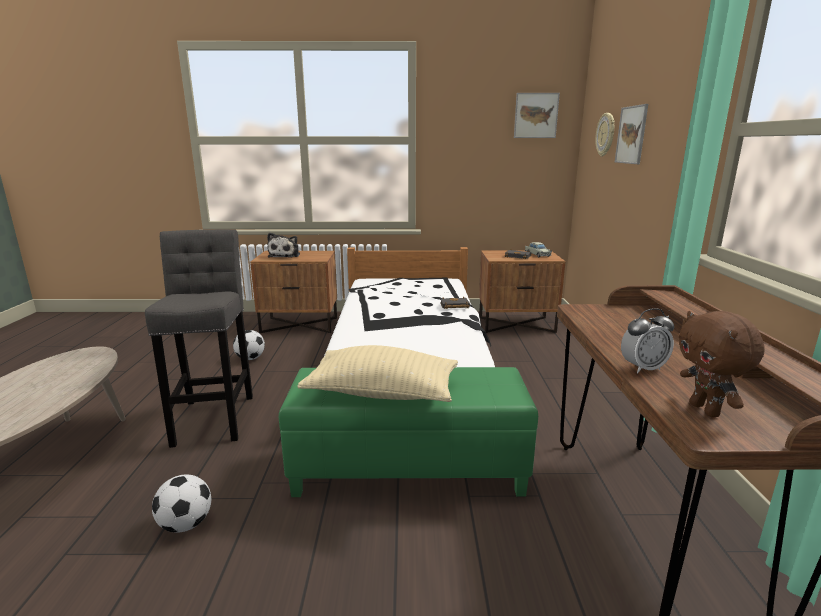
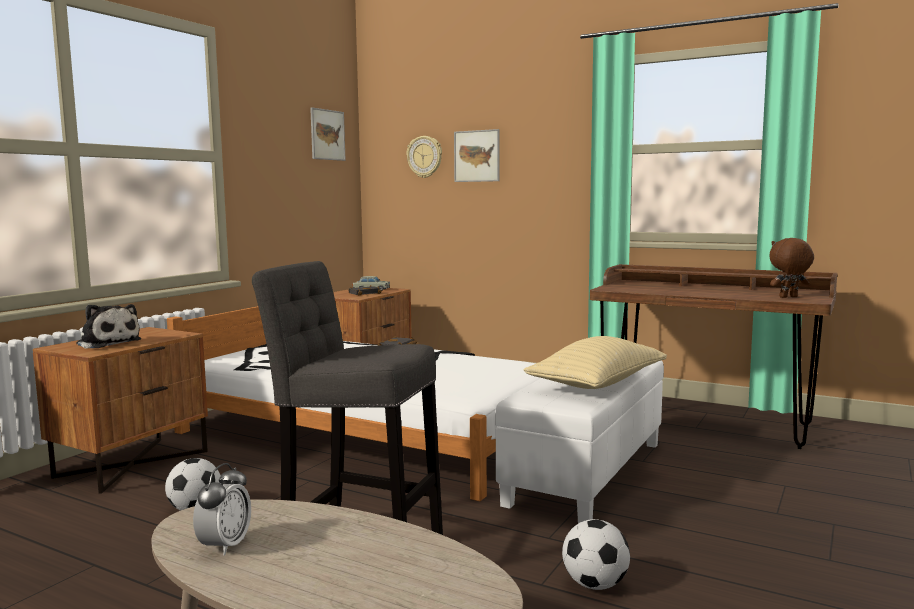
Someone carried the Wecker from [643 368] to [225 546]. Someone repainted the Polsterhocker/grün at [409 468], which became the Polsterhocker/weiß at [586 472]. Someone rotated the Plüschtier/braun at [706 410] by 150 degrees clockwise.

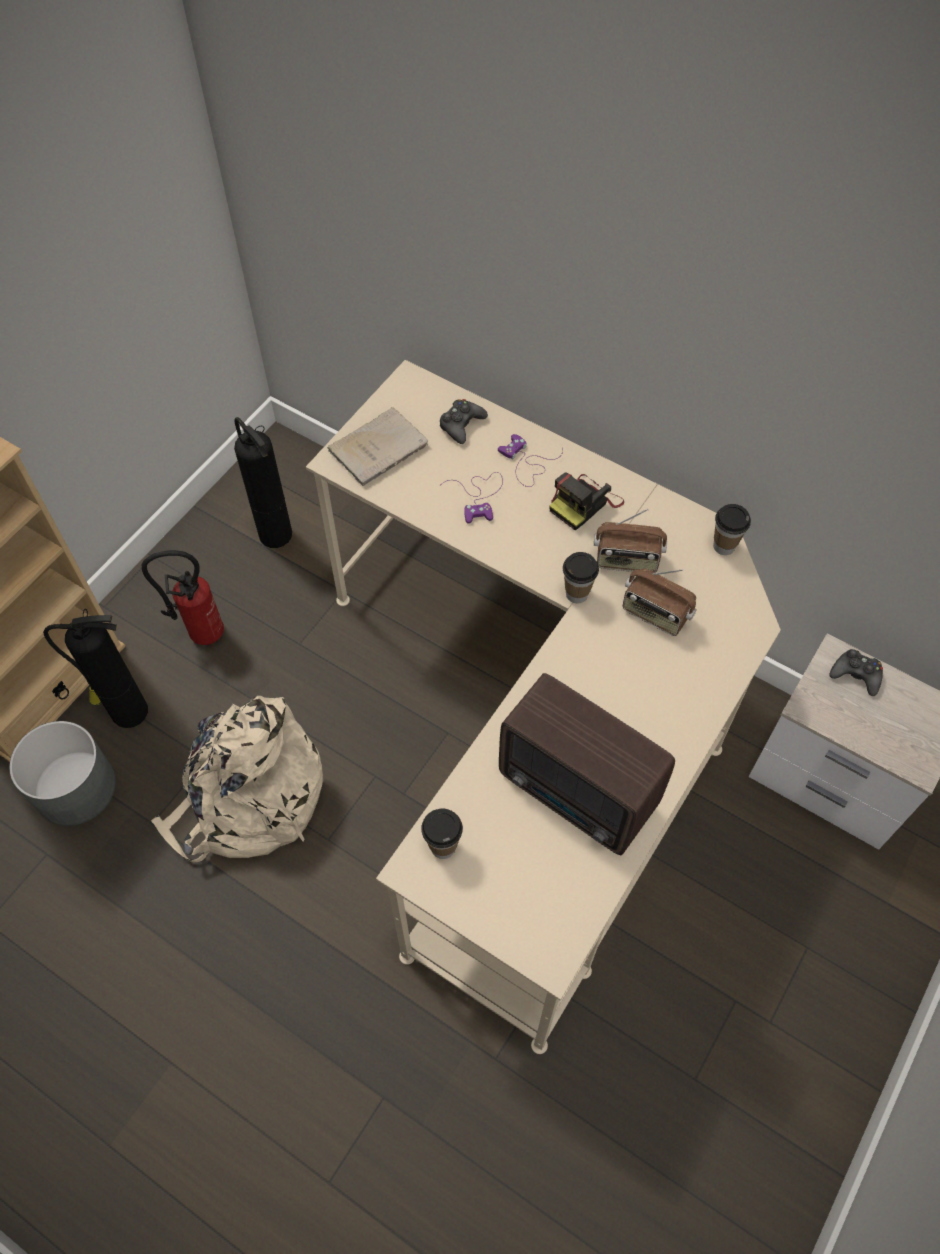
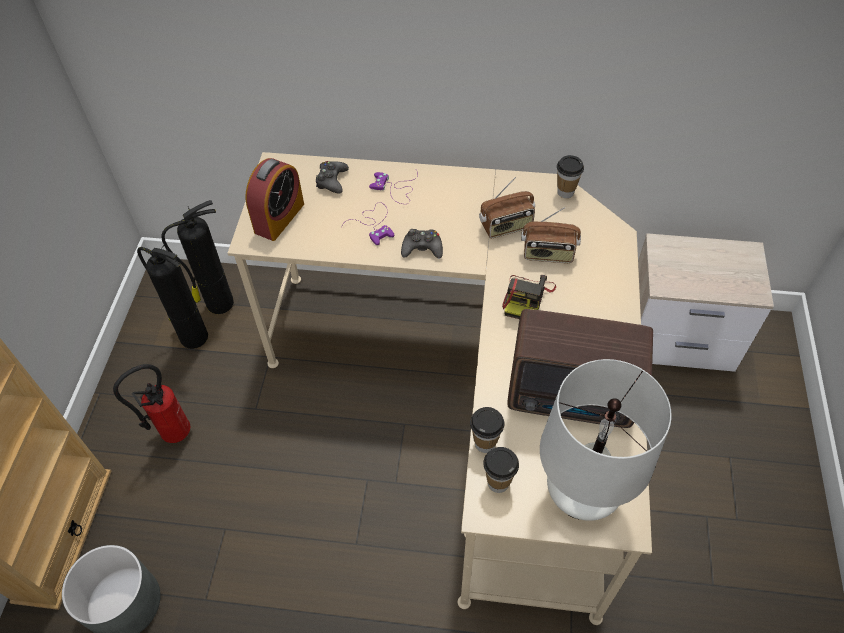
Someone carried the Feuerlöscher from [127 711] to [218 304]. Someone swapped the Buch/beige at [380 447] for the Wecker at [279 218]. Someone carried the Gamepad/schwarz from [856 674] to [422 248]. Someone carried the Tasse from [576 594] to [485 443]. Someone carried the Kamera from [585 503] to [527 298]. Someone put down the Tischlampe/weiß at [581 494]. Someone took away the Rucksack/beige at [248 800].

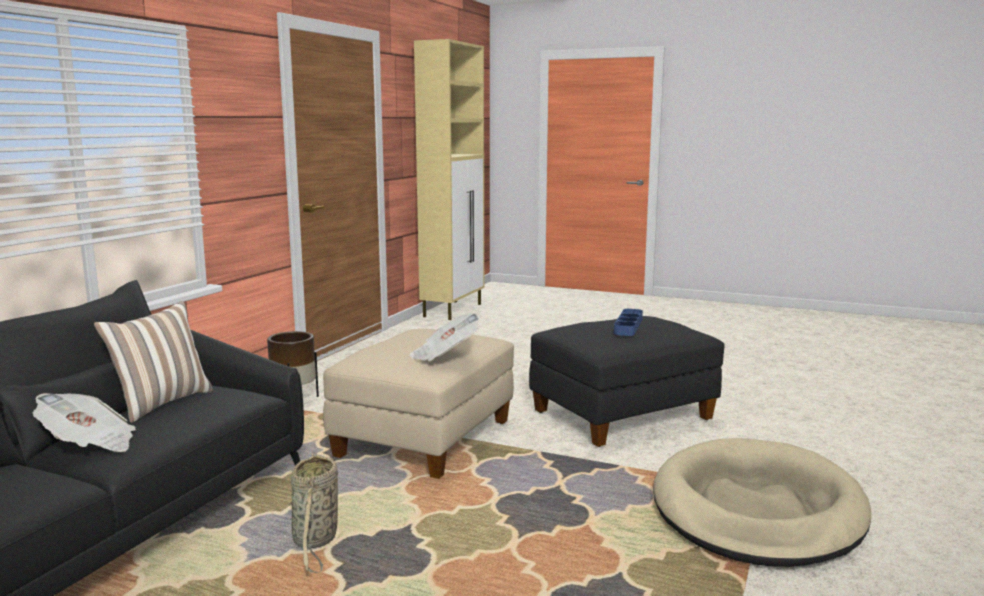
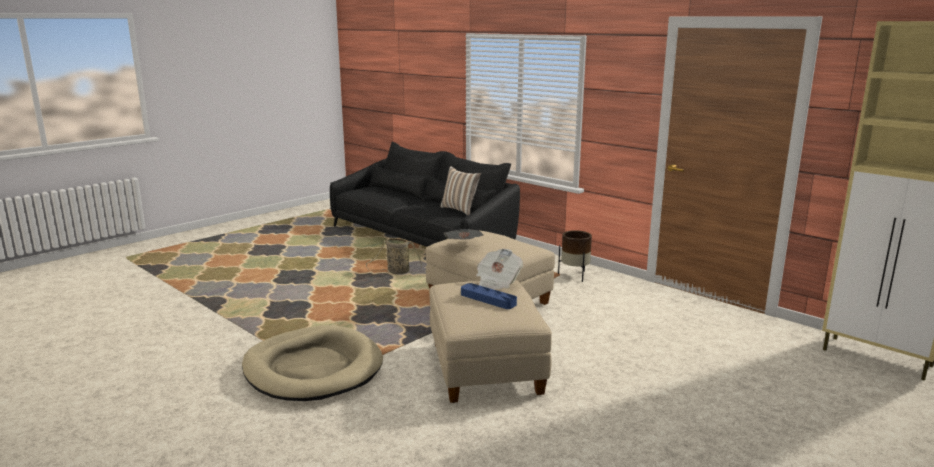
Someone repainted the Polsterhocker/schwarz at [622 415], which became the Polsterhocker/beige at [486 369]. Someone carried the Zeitung from [90 445] to [497 282].

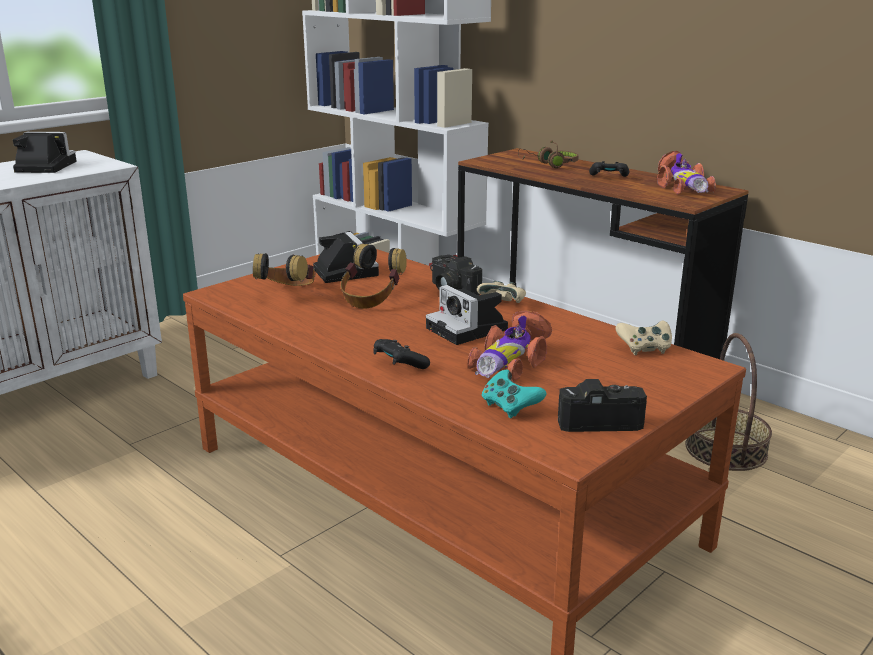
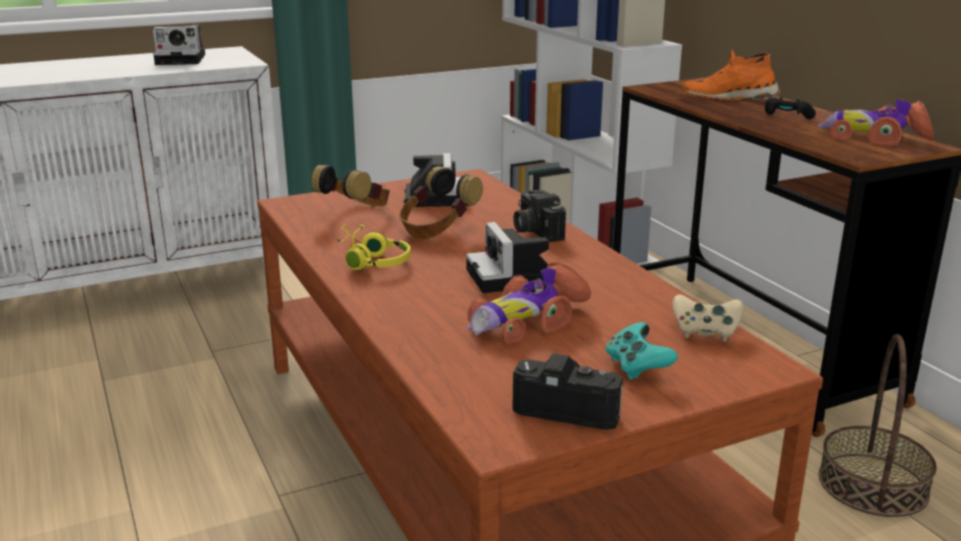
Someone rotated the Kamera at [43 167] by 150 degrees clockwise. Someone put down the Kopfhörer/gelb at [370 261]. Someone carried the Gamepad/türkis from [510 407] to [637 367]. Someone swapped the Kopfhörer/braun at [550 164] for the Schuh/orange at [729 98]. Someone rotated the Spielzeugauto at [683 187] by 105 degrees clockwise. Someone took away the Gamepad/schwarz at [399 364]. Someone took away the Gamepad/beige at [503 303].

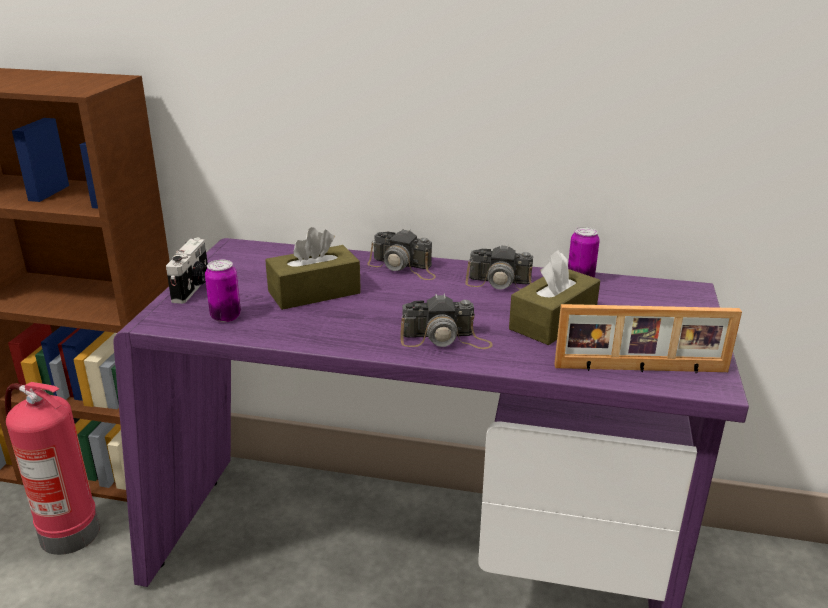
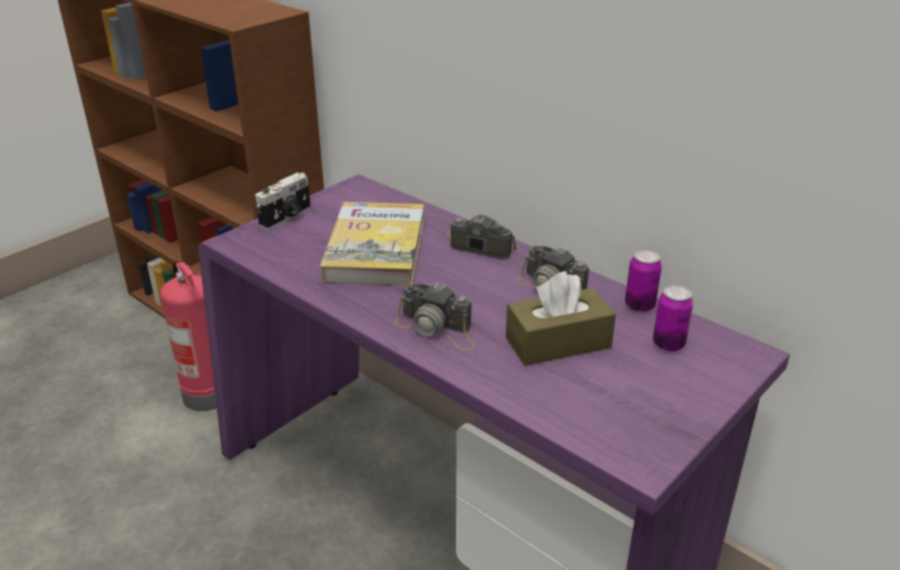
Someone swapped the Taschentuchbox/braun at [314 292] for the Buch at [375 248]. Someone rotated the Kamera at [403 267] by 150 degrees clockwise. Someone carried the Dose from [225 317] to [668 344]. Someone took away the Bilderrahmen at [641 369].

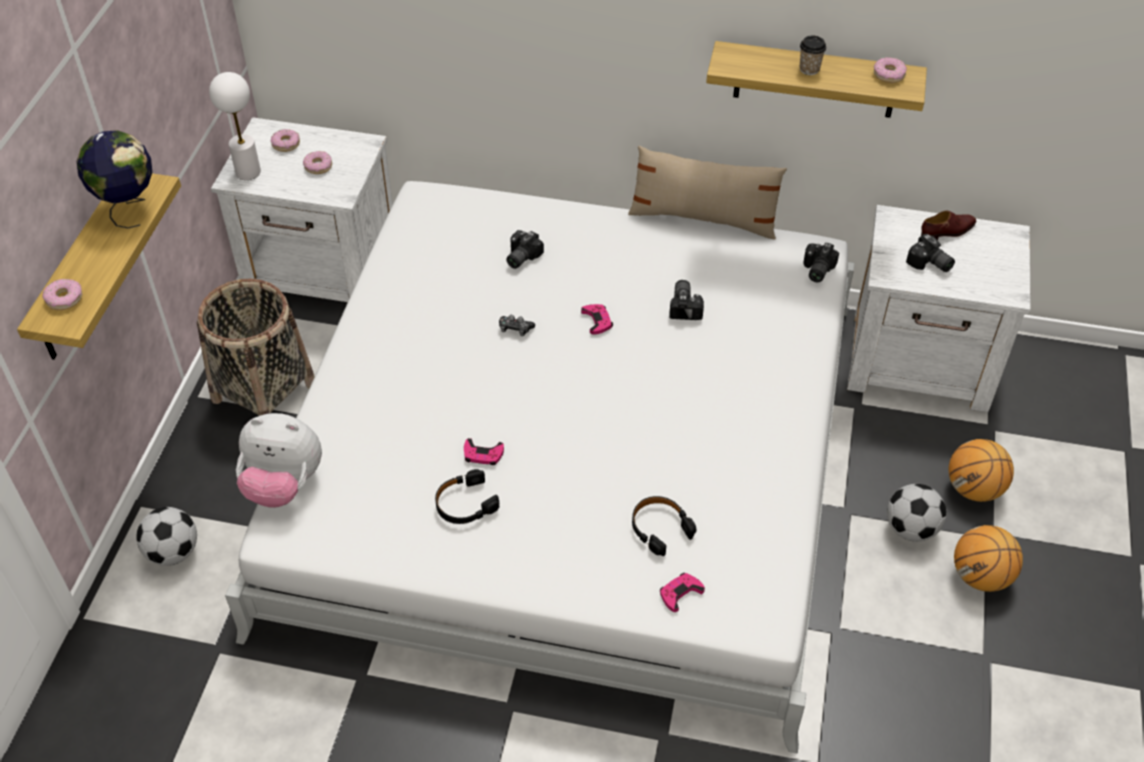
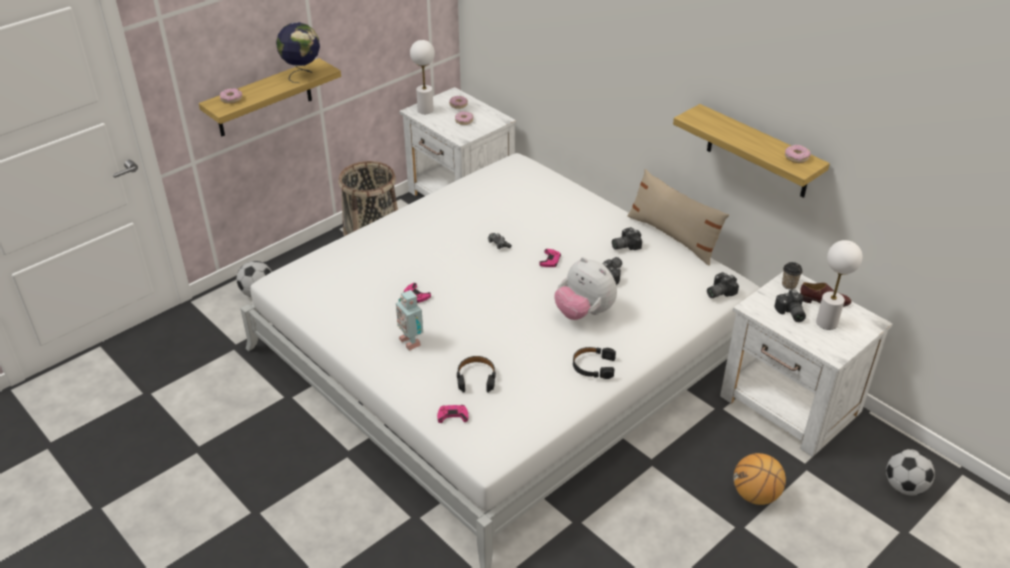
Someone put down the Spielzeugroboter at [411 341]. Someone carried the Plüschtier from [283 485] to [584 313]. Someone carried the Kopfhörer/schwarz from [465 504] to [593 366]. Someone carried the Kamera from [520 257] to [624 245]. Someone carried the Tasse from [809 69] to [789 285]. Someone put down the Tischlampe/weiß at [827 323]. Someone carried the Fußball from [911 528] to [905 487]. Someone took away the Basketball at [981 576].

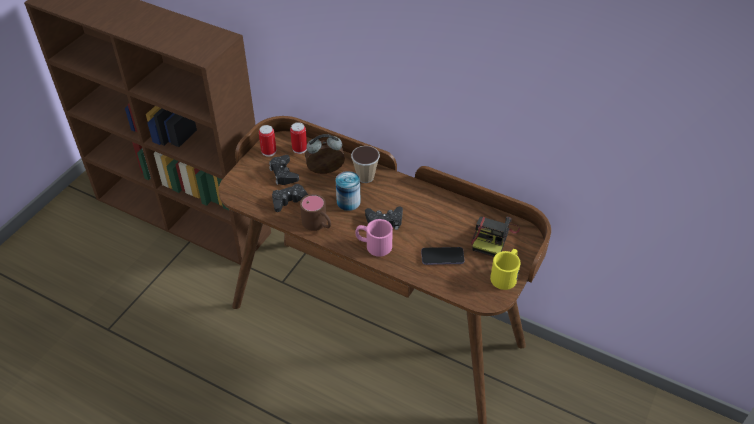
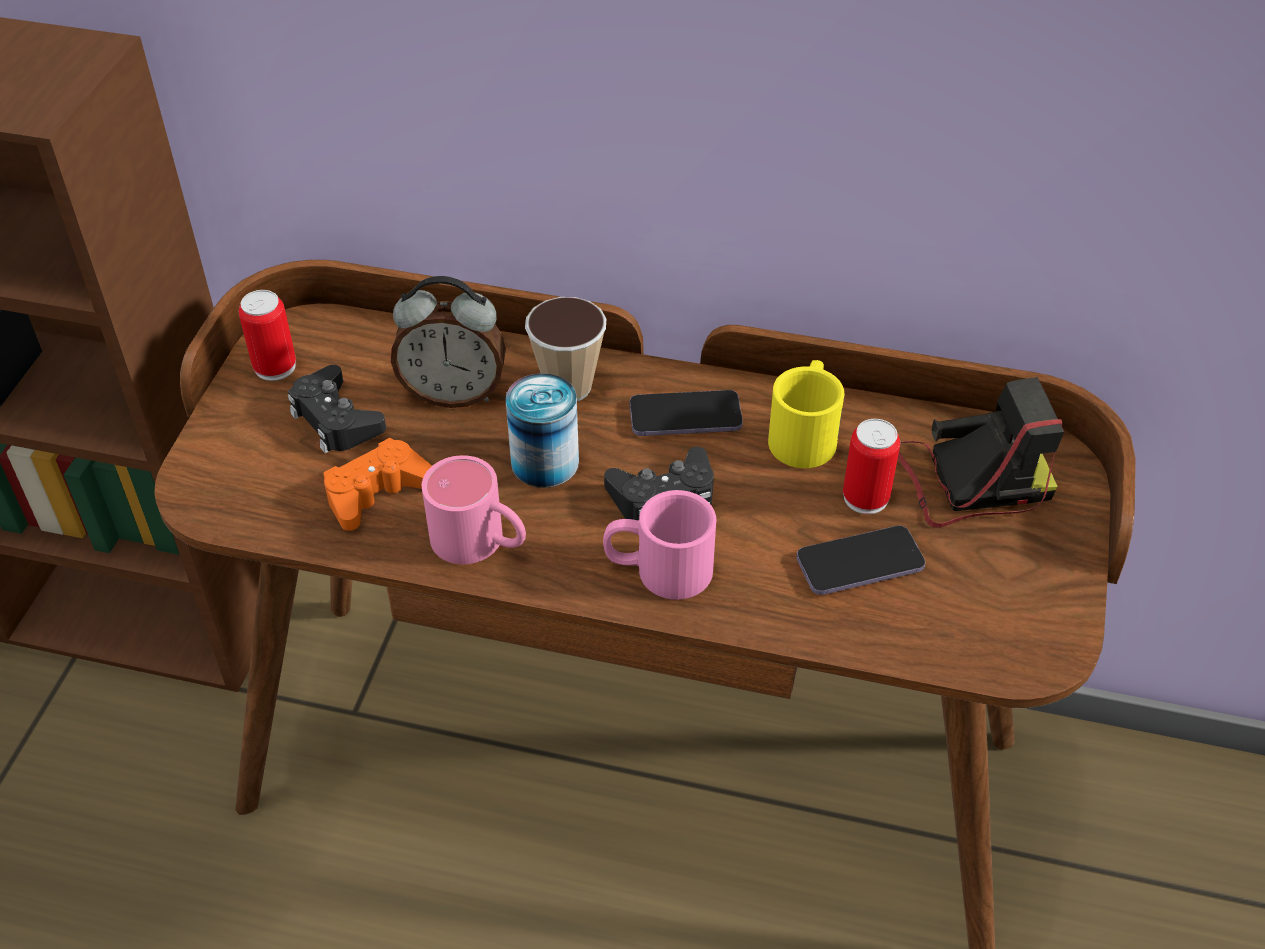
Someone repainted the Gamepad/schwarz at [289 201], which became the Gamepad/orange at [377 492]. Someone rotated the Wecker at [326 172] by 150 degrees counterclockwise. Someone repainted the Henkelbecher/braun at [318 224], which became the Henkelbecher/rosa at [481 543]. Someone put down the Handy at [685 416]. Someone carried the Henkelbecher/gelb from [506 275] to [805 432]. Someone carried the Dose from [299 149] to [865 497]. Someone rotated the Kamera at [493 237] by 105 degrees counterclockwise.

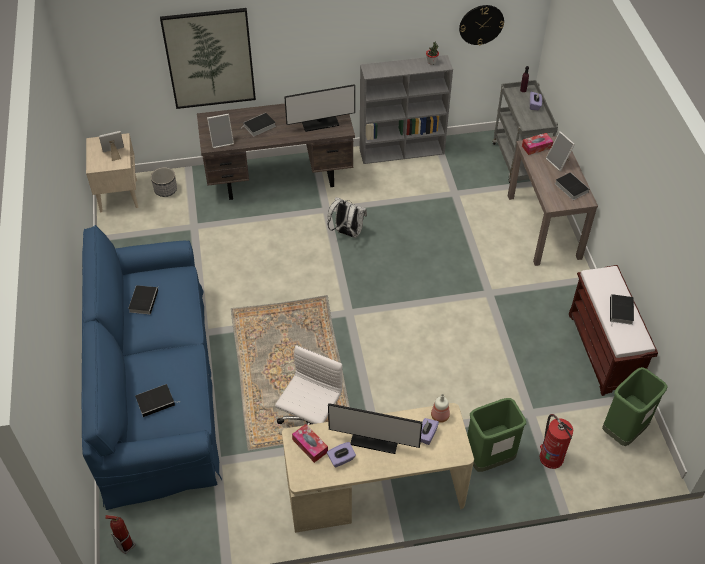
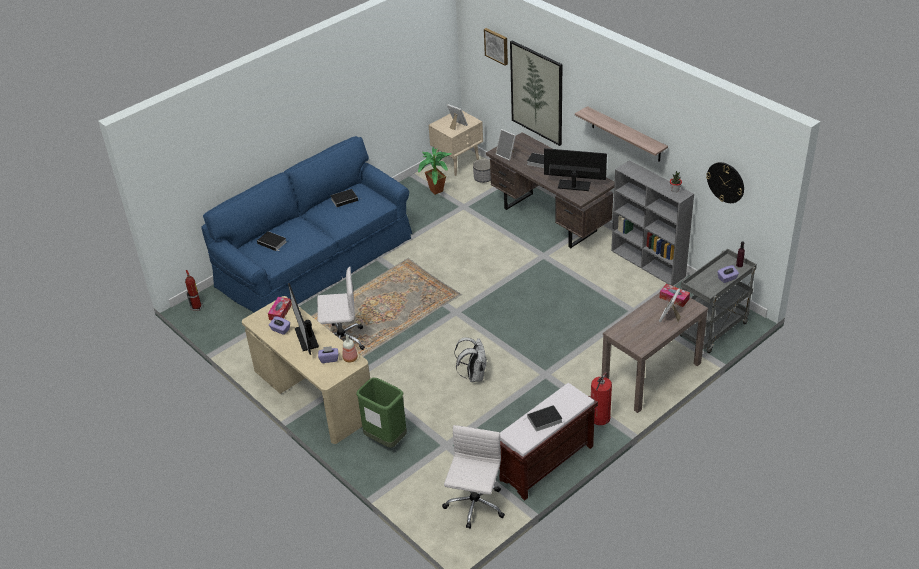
Someone put down the Topfpflanze at [436 192]. Someone swapped the Mülleimer/grün at [623 431] for the Bürostuhl/weiß at [474 506]. Someone carried the Rucksack/weiß from [347 232] to [474 375]. Someone put up the Bild at [497 46]. Someone rotated the Monitor at [320 123] by 150 degrees clockwise. Someone put up the Wandregal at [626 134]. Someone carried the Feuerlöscher from [551 457] to [600 417]. Someone took away the Buch at [570 187].

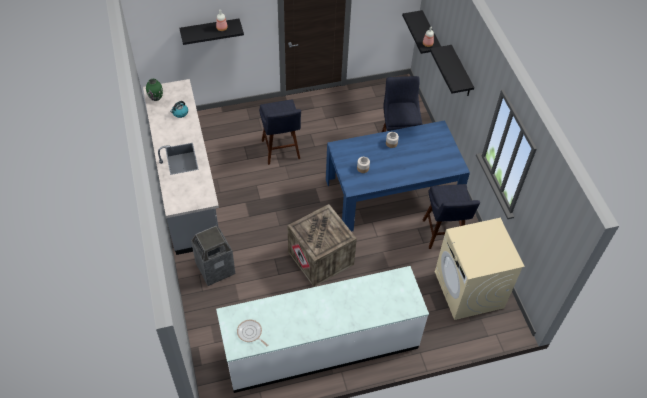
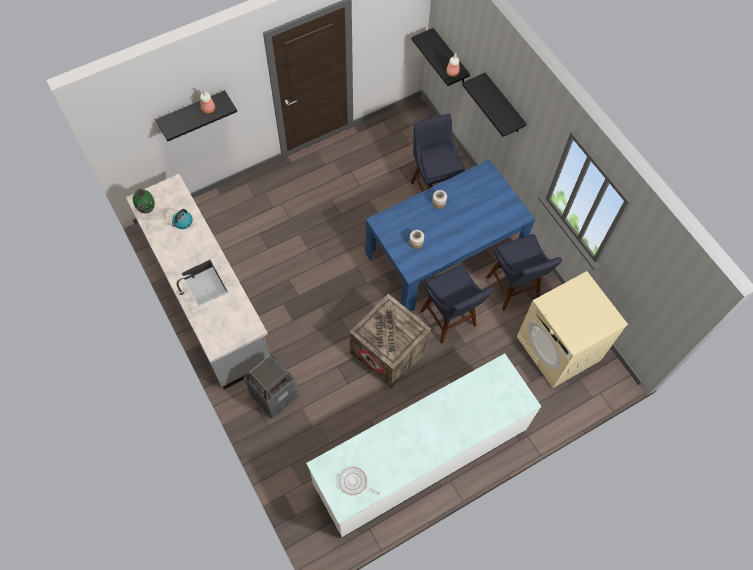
Someone carried the Hocker/blau from [281 151] to [450 321].

